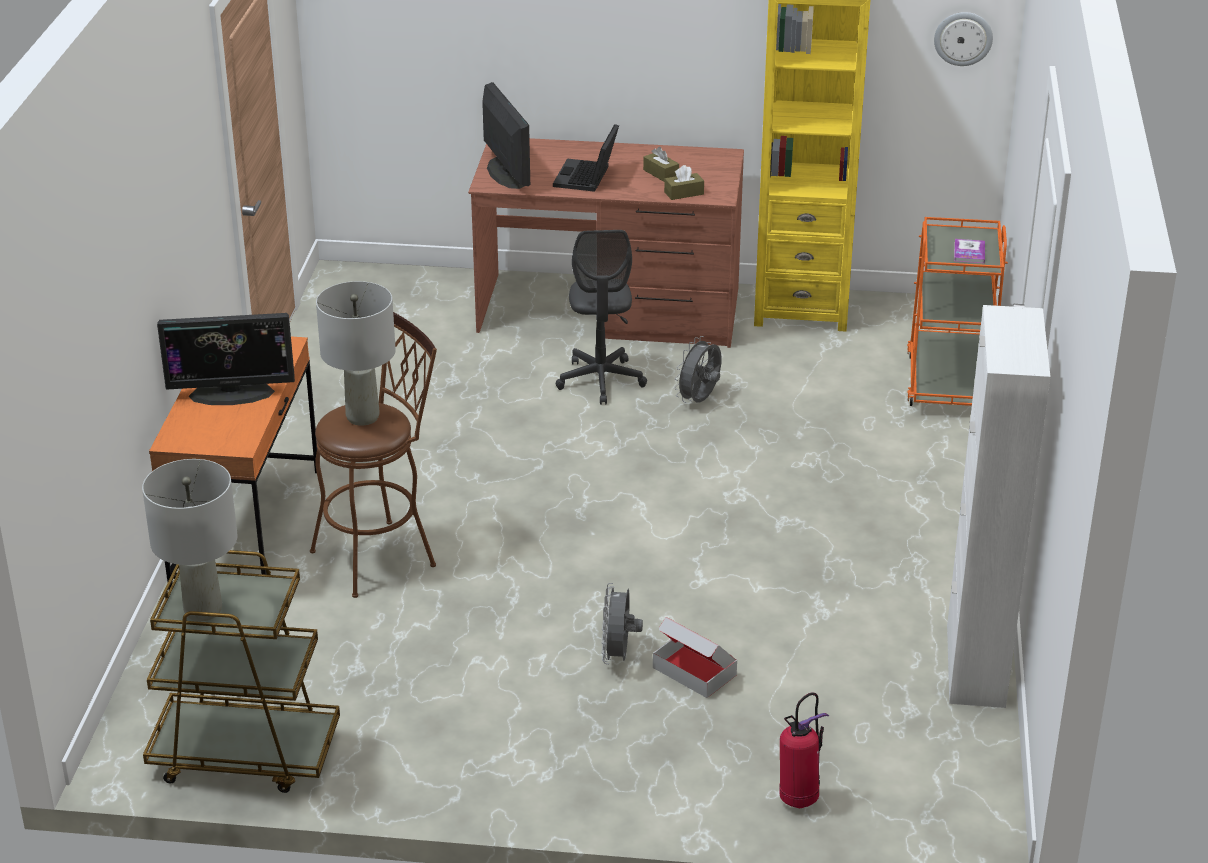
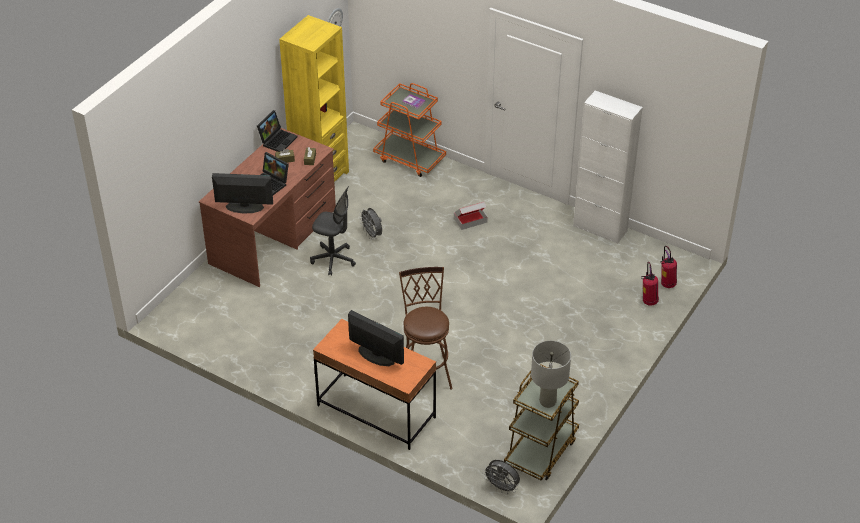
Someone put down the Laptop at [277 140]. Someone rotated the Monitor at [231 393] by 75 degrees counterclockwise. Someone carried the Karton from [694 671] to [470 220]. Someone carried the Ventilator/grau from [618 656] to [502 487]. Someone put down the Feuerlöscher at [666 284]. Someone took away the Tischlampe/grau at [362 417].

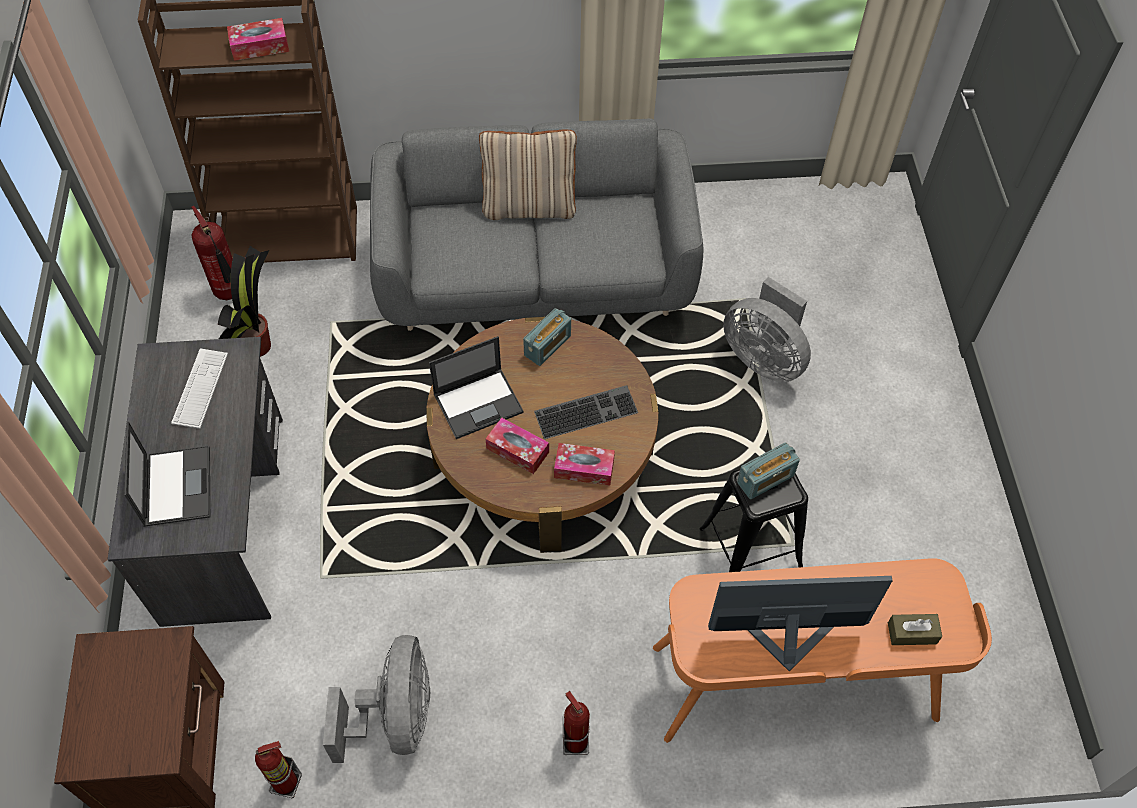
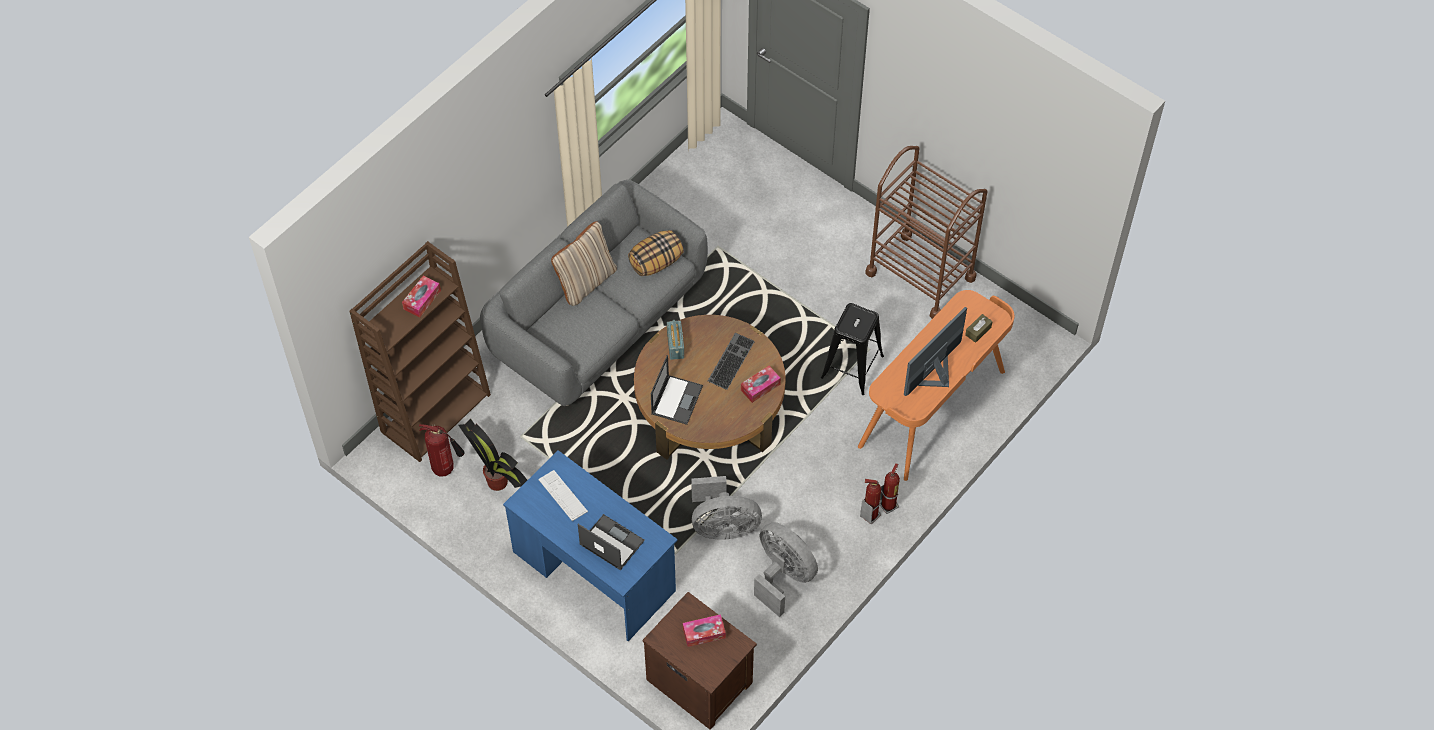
Someone repainted the Schreibtisch/grau at [225 518], which became the Schreibtisch/blau at [594 571]. Someone put down the Kissen at [656 262]. Someone carried the Taschentuchbox from [517 450] to [704 633]. Someone carried the Ventilator/grau from [764 358] to [723 526]. Someone put down the Rollwagen/braun at [920 275]. Someone carried the Feuerlöscher from [286 783] to [888 505]. Someone took away the Radio at [765 479].

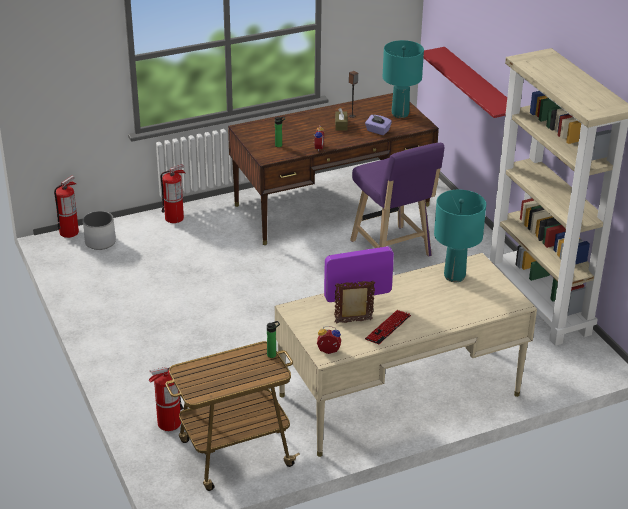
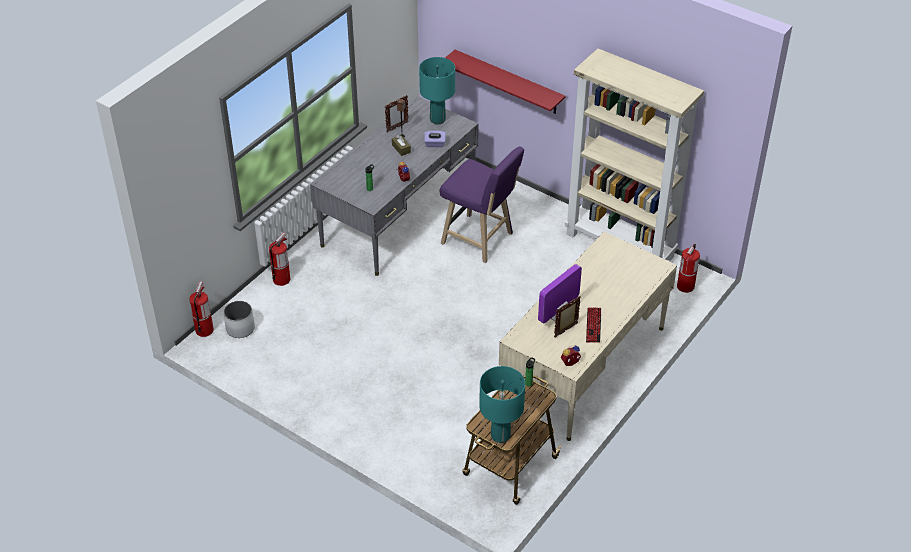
Someone repainted the Schreibtisch/braun at [331 205], which became the Schreibtisch/grau at [399 215]. Someone put down the Bilderrahmen at [397 127]. Someone carried the Tischlampe/türkis from [454 276] to [500 436]. Someone carried the Feuerlöscher from [169 423] to [685 286].

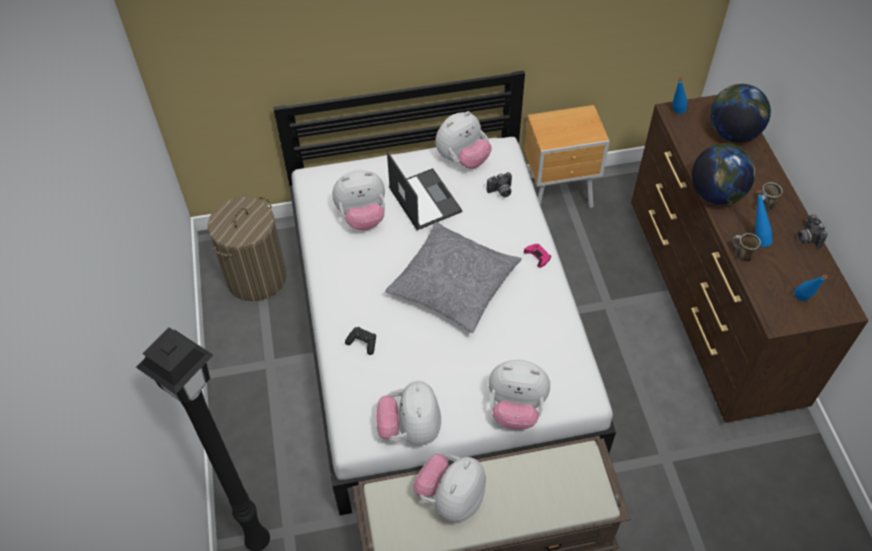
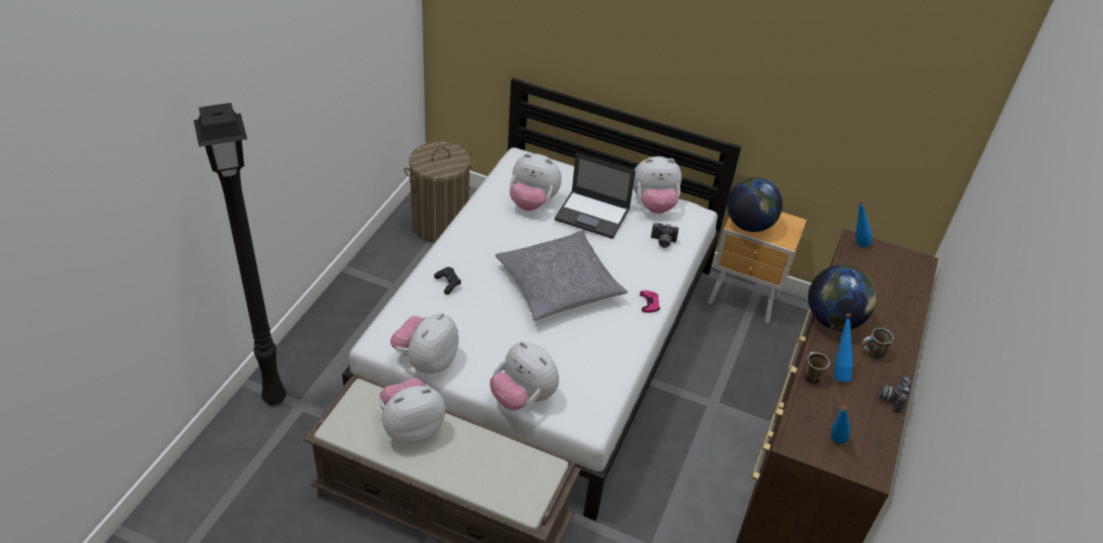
Someone rotated the Laptop at [424 199] by 105 degrees clockwise. Someone carried the Globus from [732 134] to [748 225].

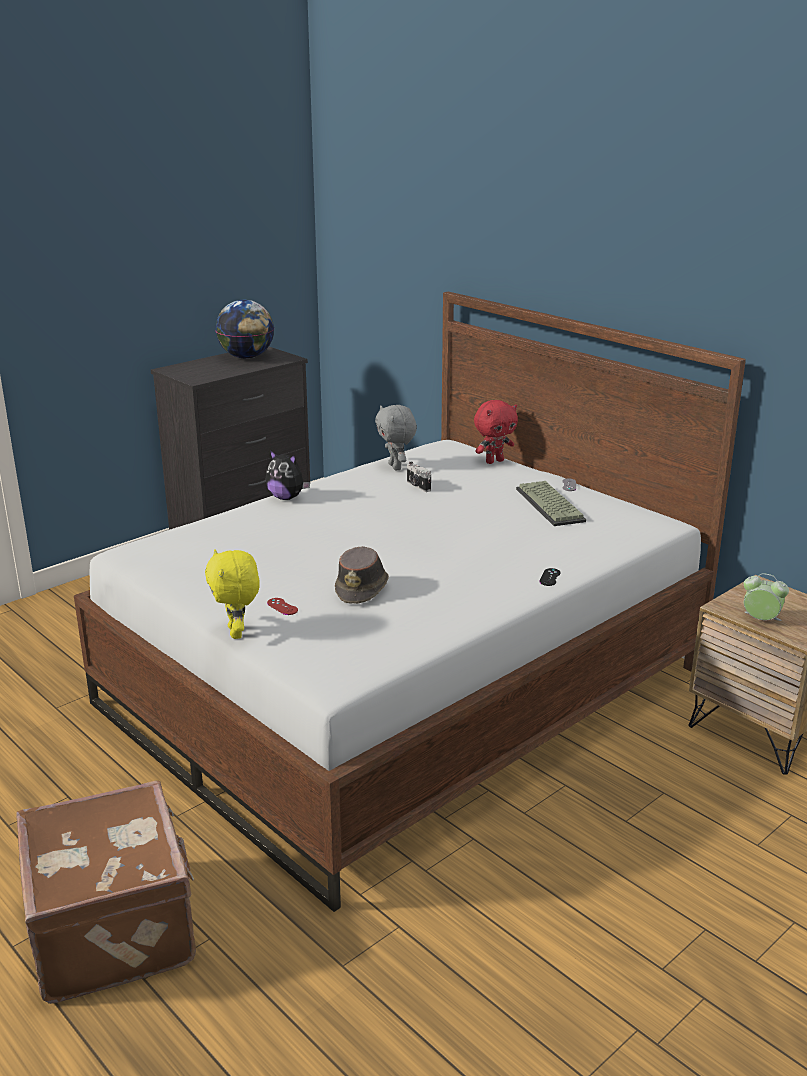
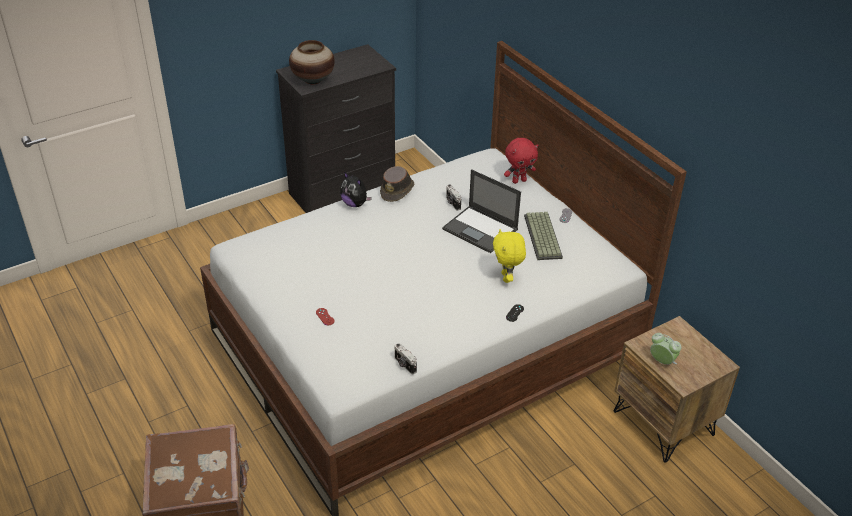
Someone put down the Vase at [313 80]. Someone carried the Hut/braun from [362 588] to [397 190]. Someone put down the Kamera at [404 365]. Someone put down the Laptop at [481 230]. Someone carried the Plüschtier/gelb from [237 633] to [507 277]. Someone took away the Globus at [246 357]. Someone took away the Plüschtier/grau at [396 467].

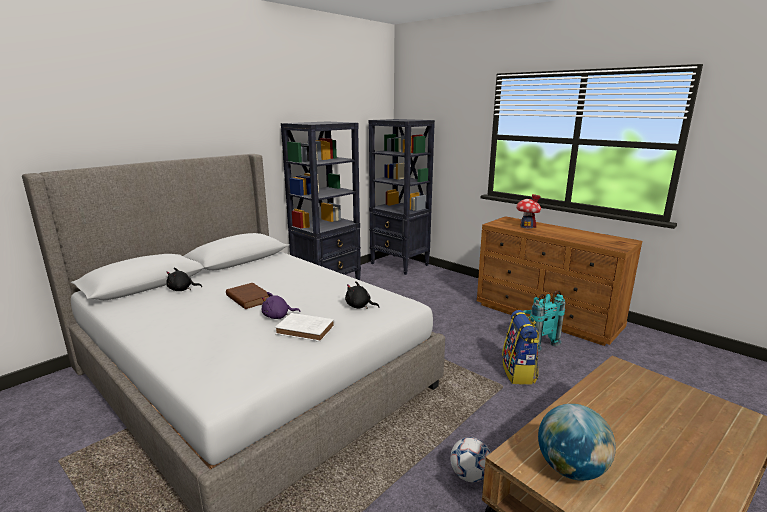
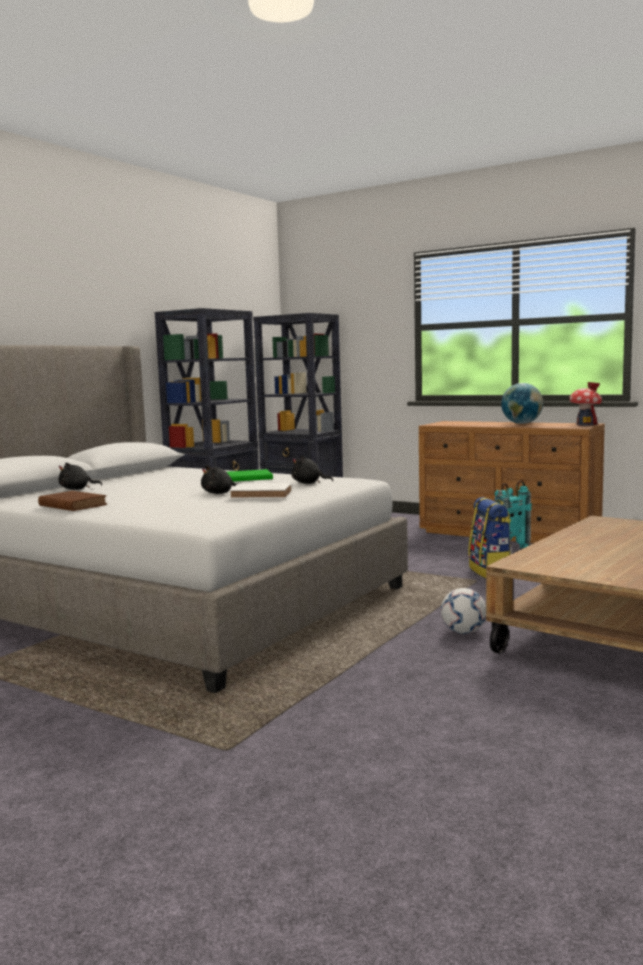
Someone carried the Buch/braun from [248 298] to [71 505]. Someone repainted the Plüschtier/lila at [278 316], which became the Plüschtier/schwarz at [220 493]. Someone put down the Buch/grün at [248 478]. Someone carried the Globus from [571 469] to [522 423]. Someone carried the Spielzeughaus from [526 226] to [585 424].

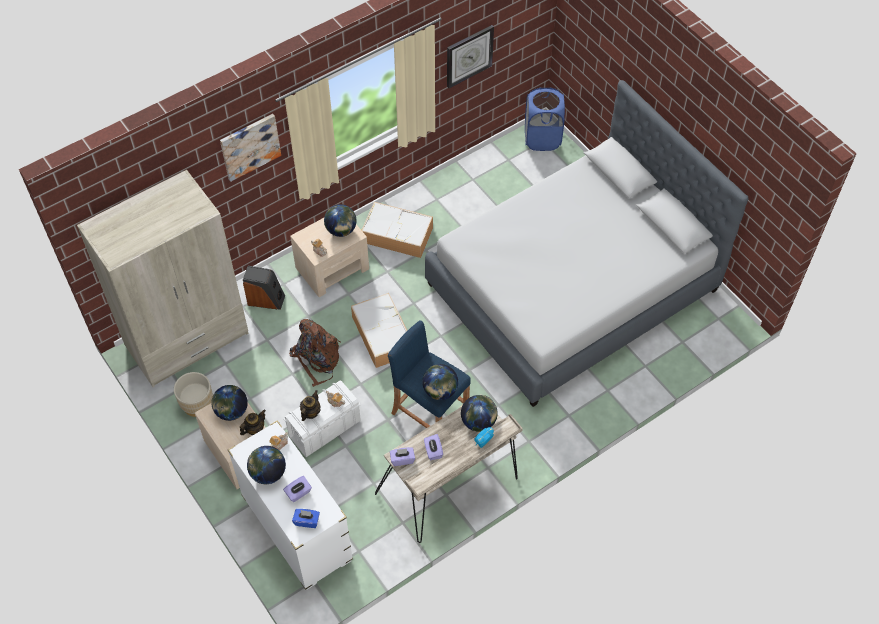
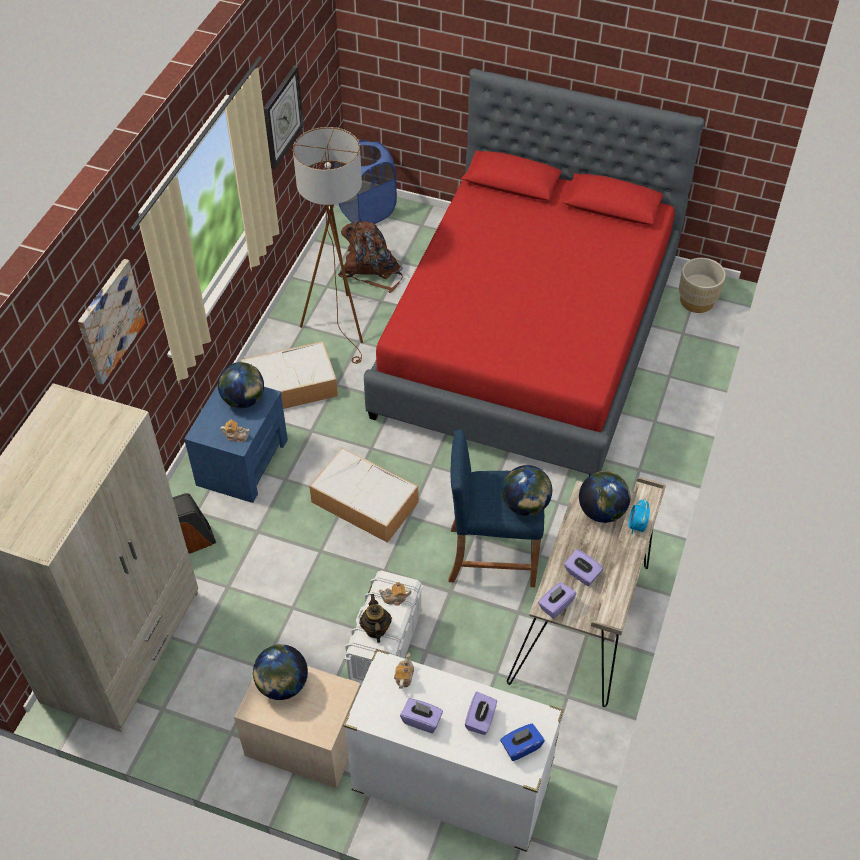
Someone repainted the Nachttisch/beige at [333 268], which became the Nachttisch/blau at [243 461]. Someone put down the Stehlampe/braun at [341 324]. Someone carried the Rucksack/braun from [317 358] to [371 270]. Someone repainted the Bett/grau at [572 287], which became the Bett/rot at [527 339]. Someone swapped the Globus at [268 473] for the Taschentuchbox/lila at [421 720]. Someone carried the Pflanzkübel/beige from [197 404] to [696 301]. Someone took away the Teekanne at [254 429].

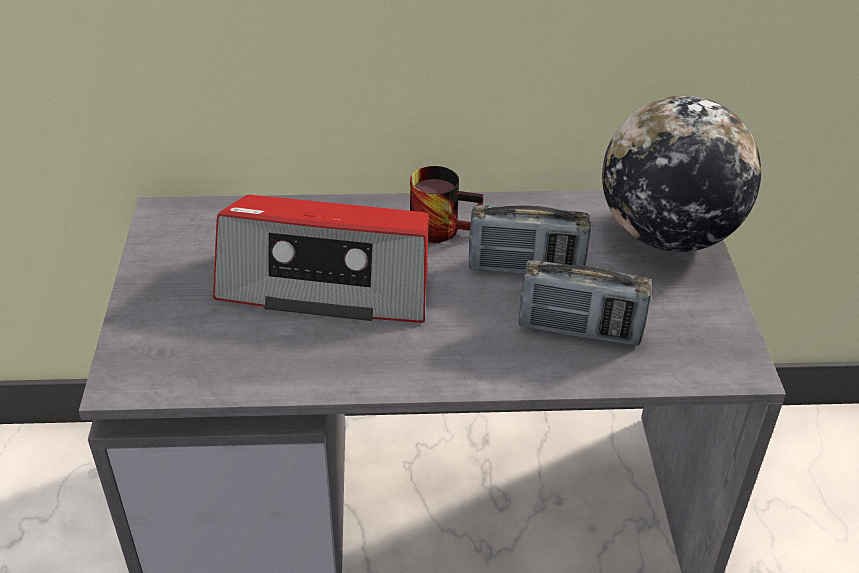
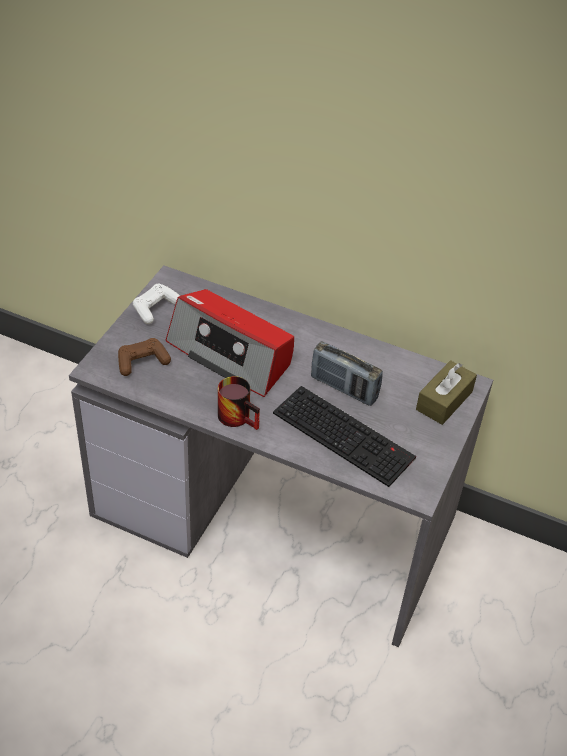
Someone put down the Gamepad/braun at [142 362]. Someone put down the Gamepad/weiß at [155 308]. Someone carried the Henkelbecher from [443 226] to [240 416]. Someone swapped the Radio at [579 330] for the Tastatur at [345 435]. Someone swapped the Globus at [667 235] for the Taschentuchbox/braun at [444 400].

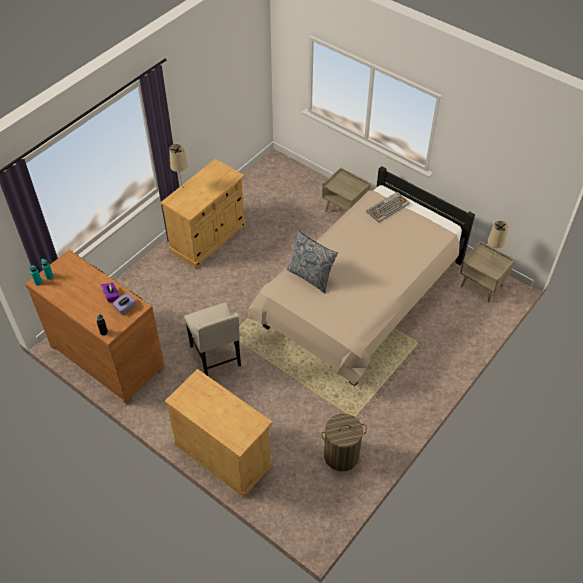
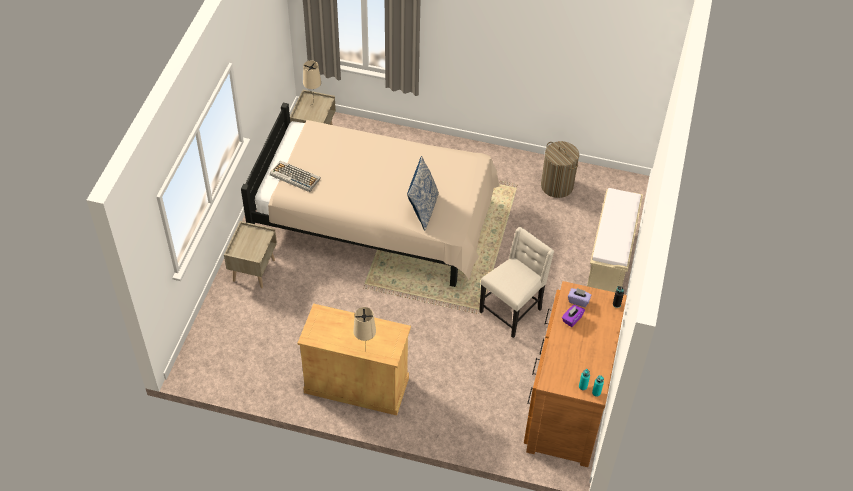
Someone swapped the Schrank/beige at [223 454] for the Bank/beige at [609 265].

